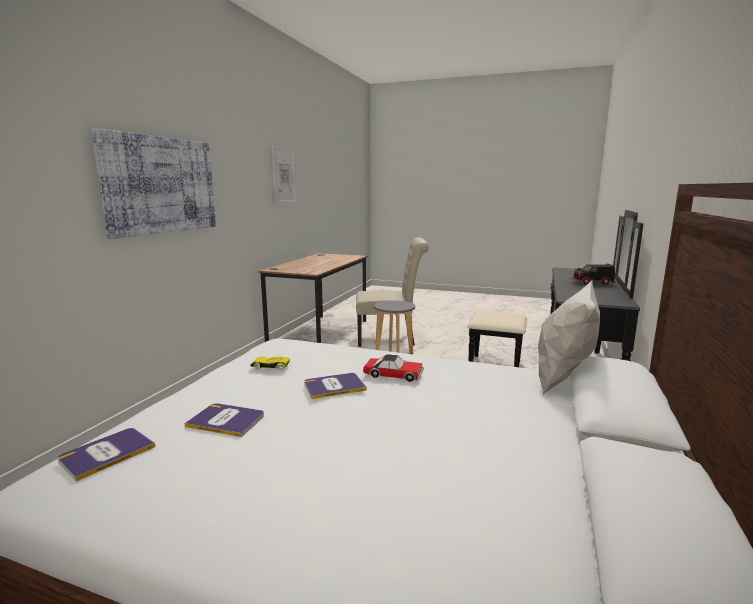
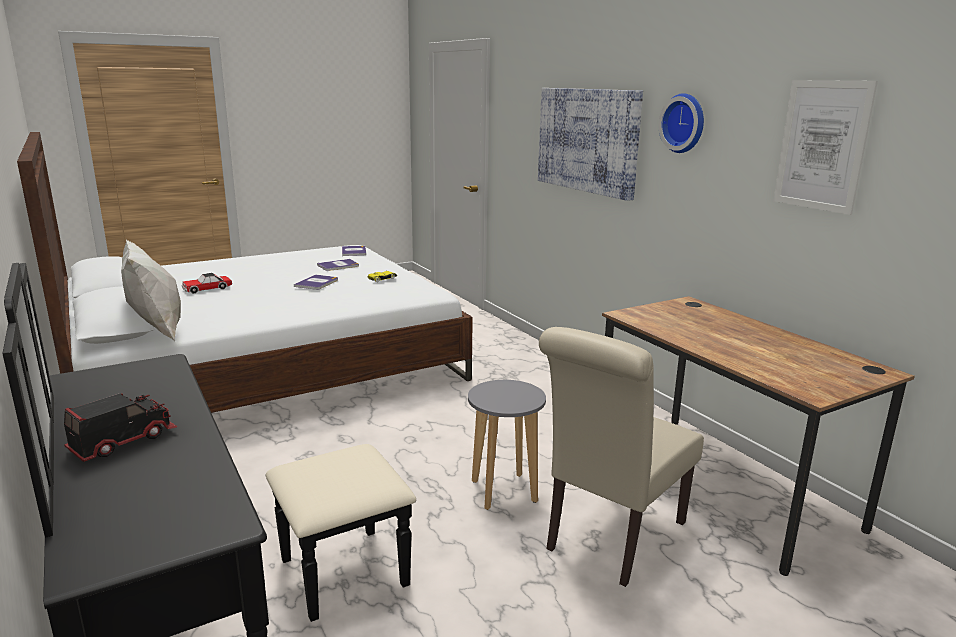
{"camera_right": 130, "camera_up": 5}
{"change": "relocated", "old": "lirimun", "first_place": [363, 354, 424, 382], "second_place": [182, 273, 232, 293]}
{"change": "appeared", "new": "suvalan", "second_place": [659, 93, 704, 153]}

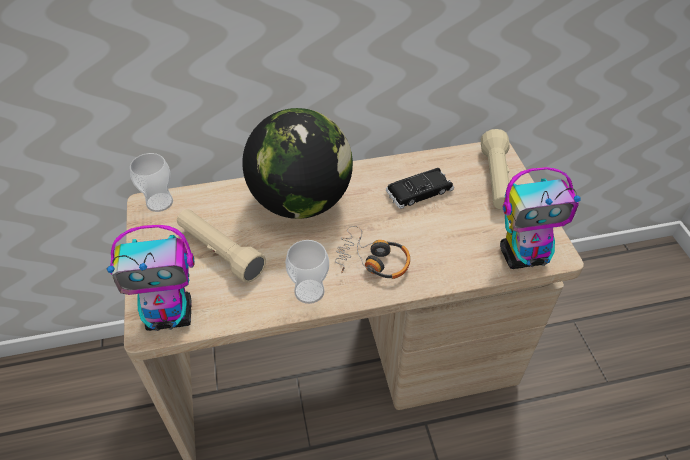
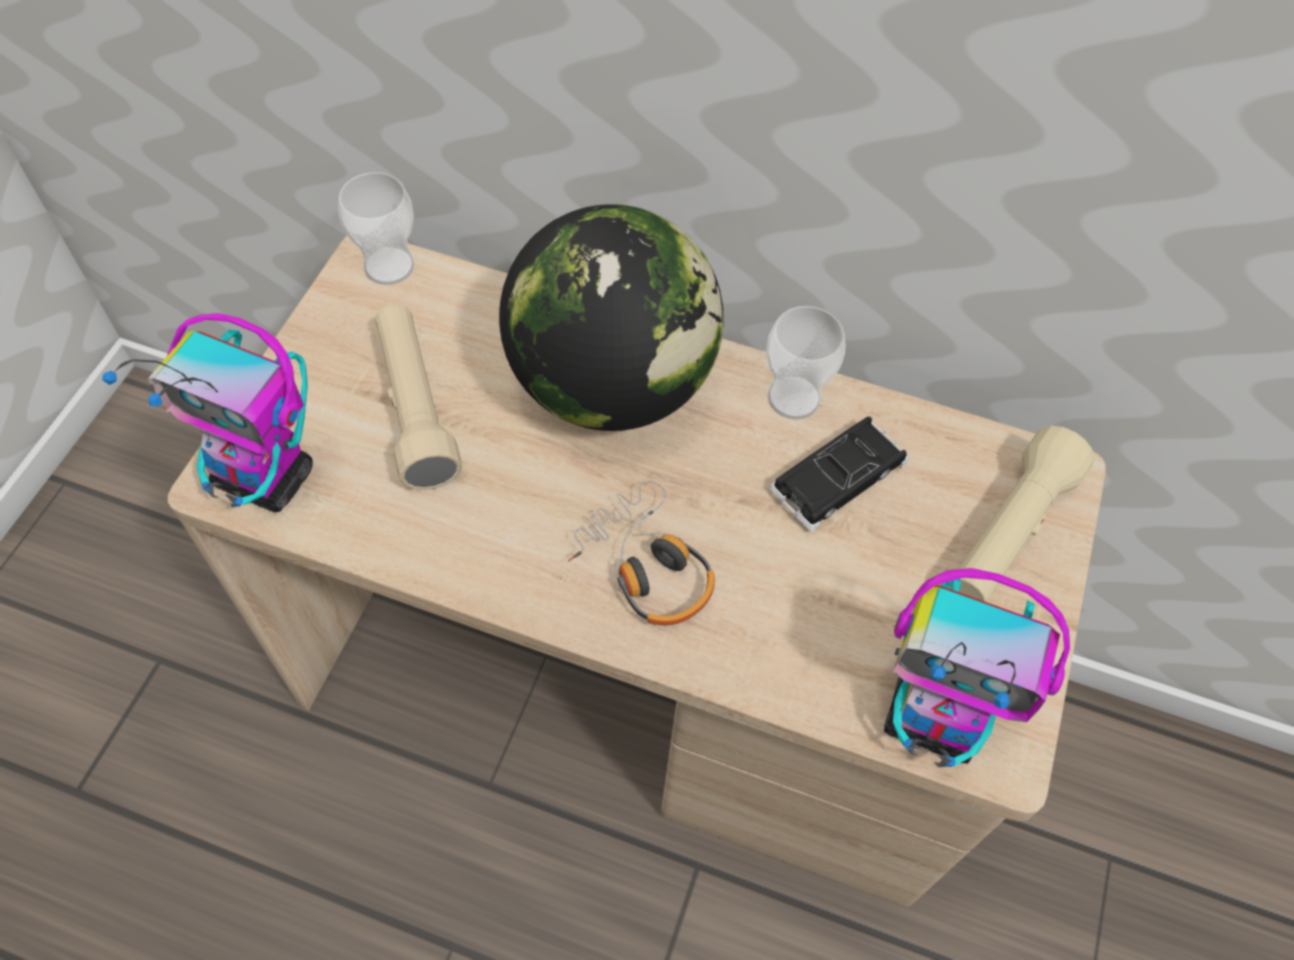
{"camera_right": 30, "camera_up": 10}
{"change": "relocated", "old": "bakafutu", "first_place": [285, 240, 329, 304], "second_place": [766, 306, 845, 420]}
{"change": "spun", "old": "lirimun (black)", "first_place": [386, 168, 454, 209], "second_place": [769, 417, 909, 531], "degrees": 135}

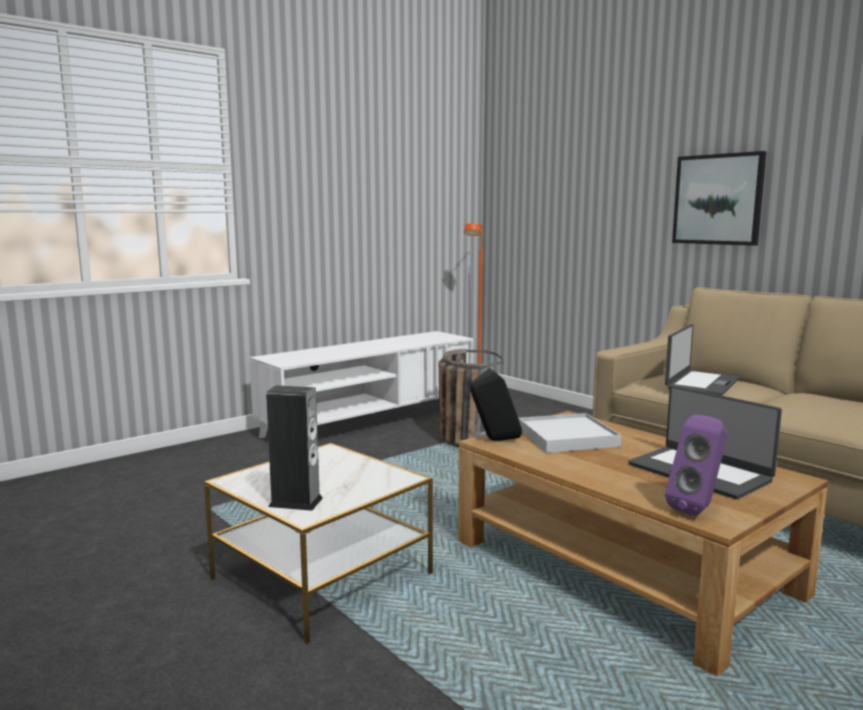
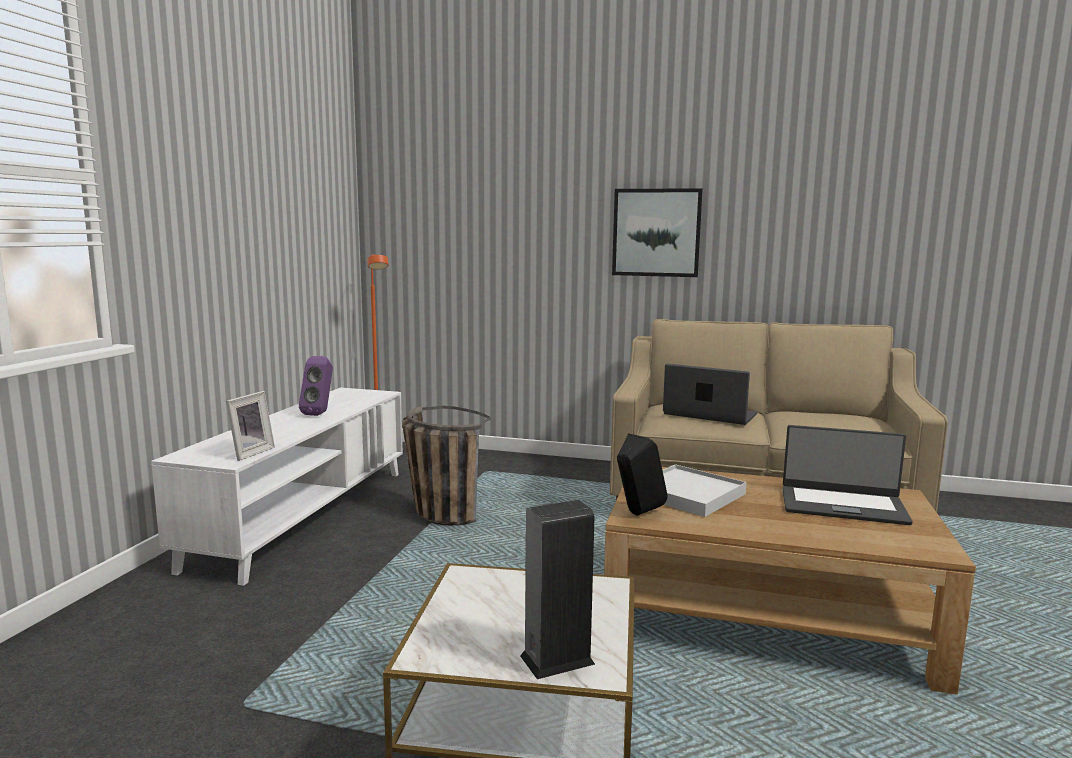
{"camera_right": -35, "camera_up": 0}
{"change": "spun", "old": "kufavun", "first_place": [665, 324, 740, 395], "second_place": [663, 363, 757, 425], "degrees": -60}
{"change": "relocated", "old": "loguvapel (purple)", "first_place": [665, 415, 728, 516], "second_place": [299, 356, 333, 416]}
{"change": "appeared", "new": "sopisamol", "second_place": [226, 391, 275, 461]}

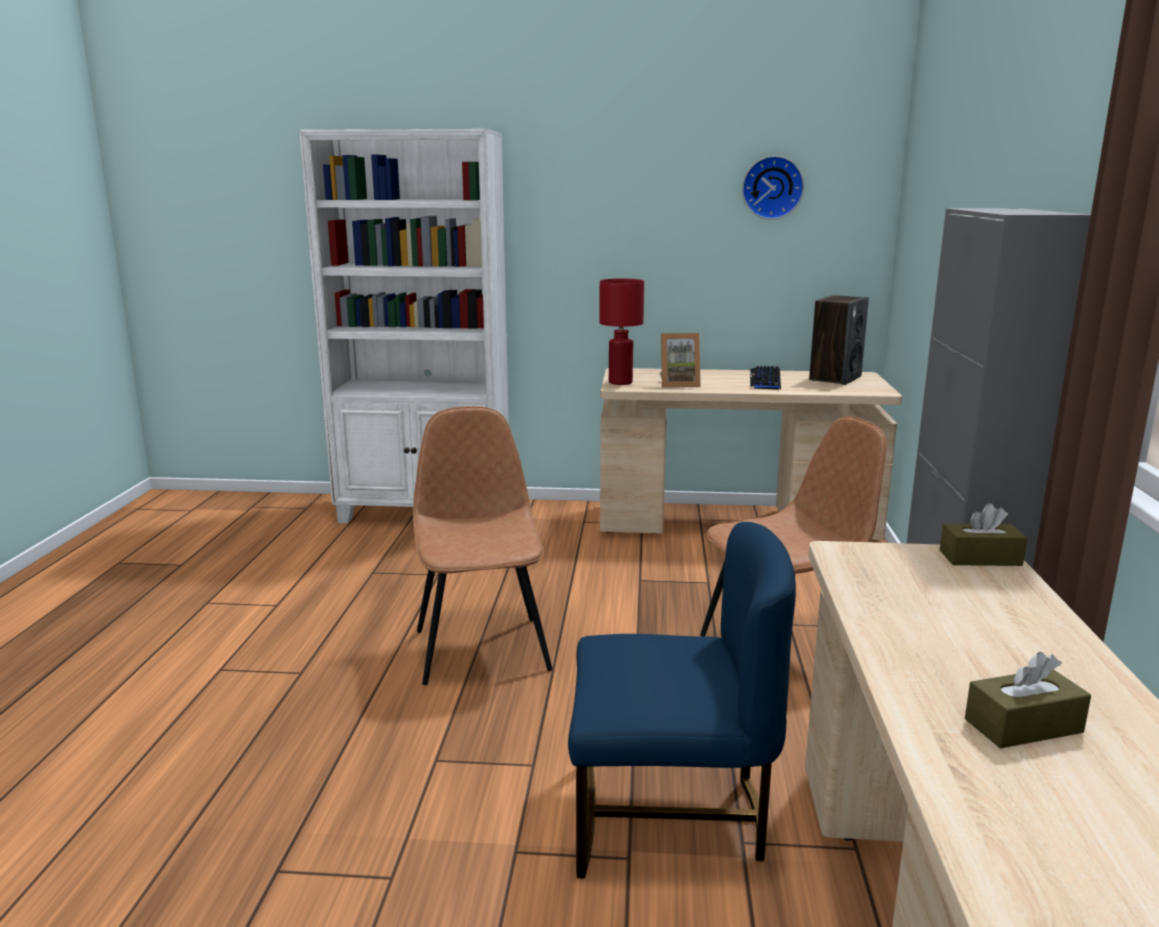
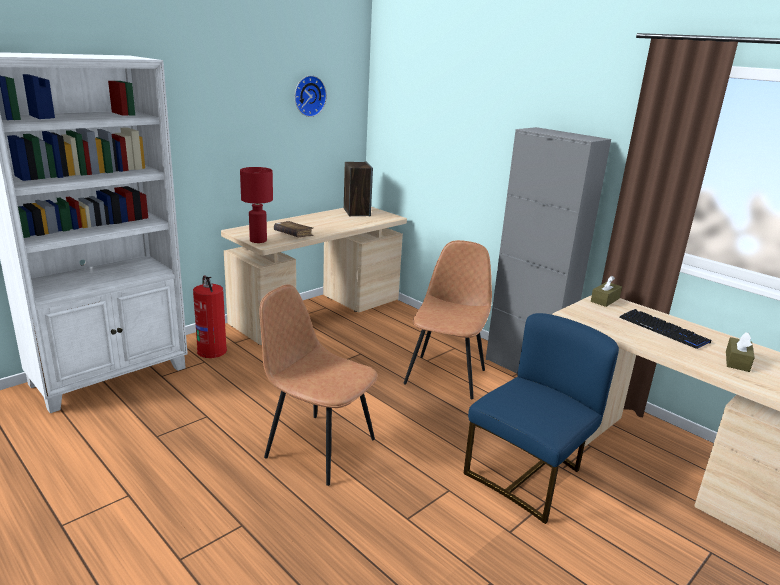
{"camera_right": -50, "camera_up": 5}
{"change": "exchanged", "old": "sopisamol", "new": "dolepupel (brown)", "first_place": [659, 333, 701, 388], "second_place": [274, 221, 314, 238]}
{"change": "relocated", "old": "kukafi", "first_place": [750, 366, 781, 390], "second_place": [619, 309, 711, 349]}
{"change": "appeared", "new": "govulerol", "second_place": [193, 275, 227, 358]}

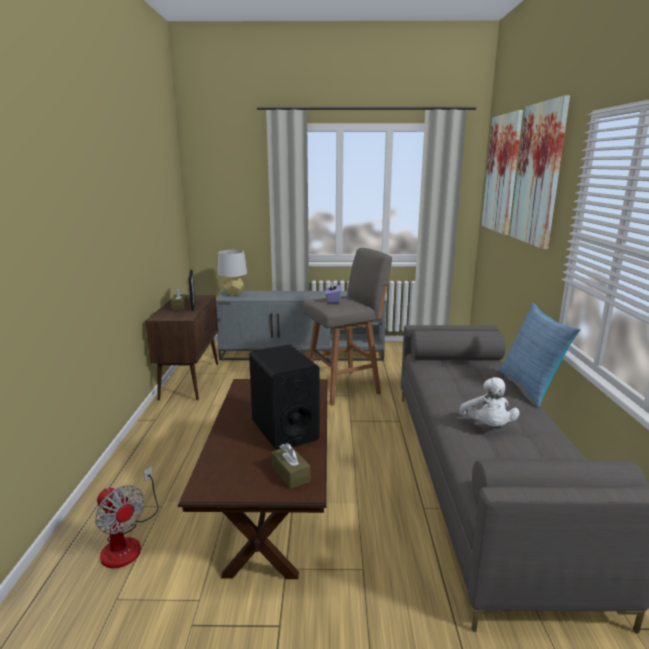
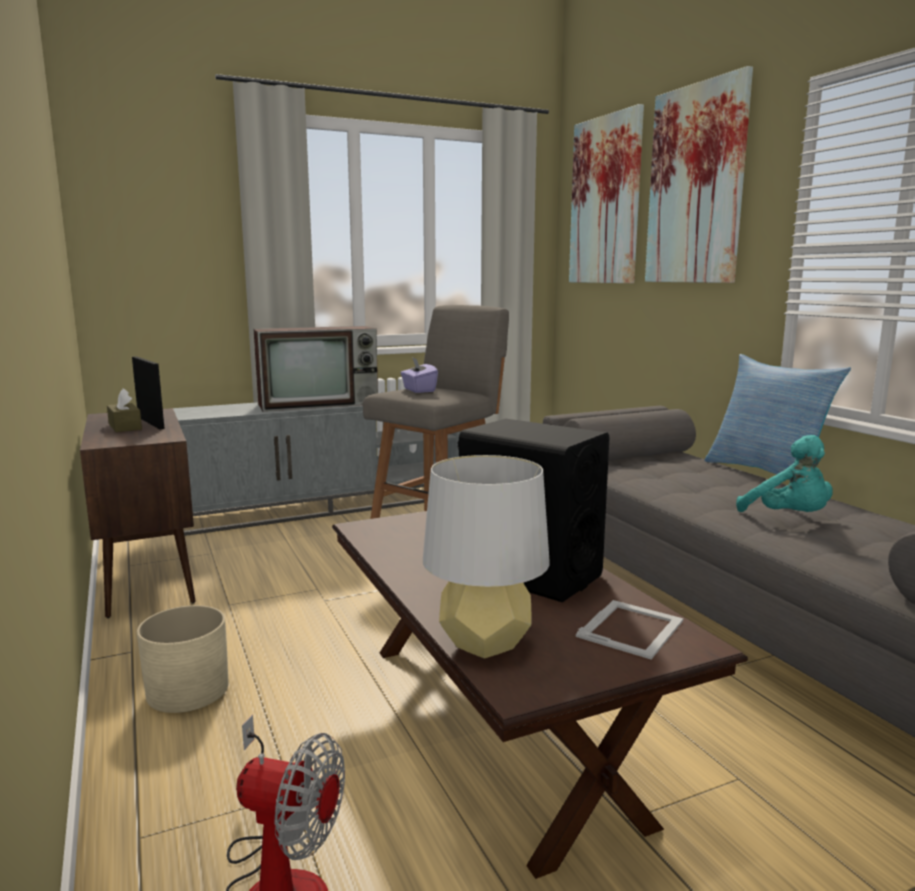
{"camera_right": -25, "camera_up": -5}
{"change": "relocated", "old": "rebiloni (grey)", "first_place": [218, 250, 247, 296], "second_place": [423, 455, 550, 659]}
{"change": "exchanged", "old": "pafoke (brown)", "new": "sopisamol", "first_place": [271, 443, 310, 489], "second_place": [576, 600, 684, 659]}
{"change": "colour", "old": "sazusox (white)", "new": "sazusox (turquoise)", "first_place": [460, 377, 520, 427], "second_place": [736, 435, 833, 512]}
{"change": "appeared", "new": "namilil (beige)", "second_place": [137, 605, 229, 713]}
{"change": "appeared", "new": "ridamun", "second_place": [254, 326, 378, 411]}

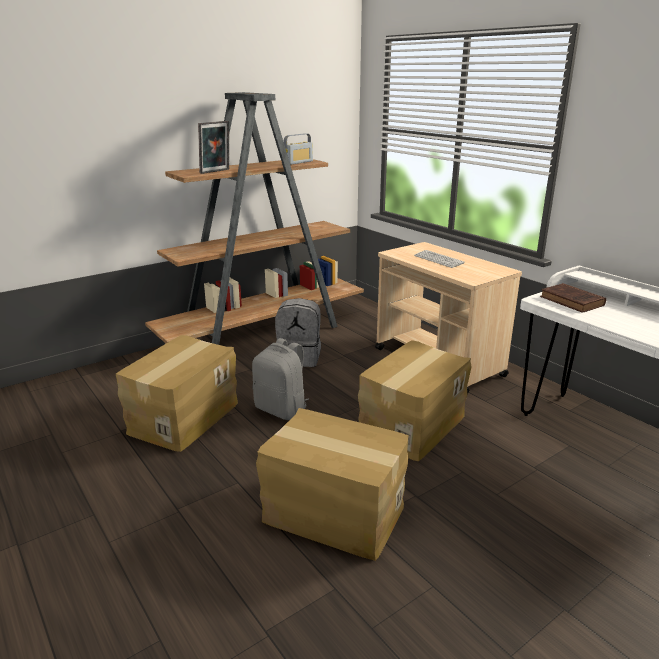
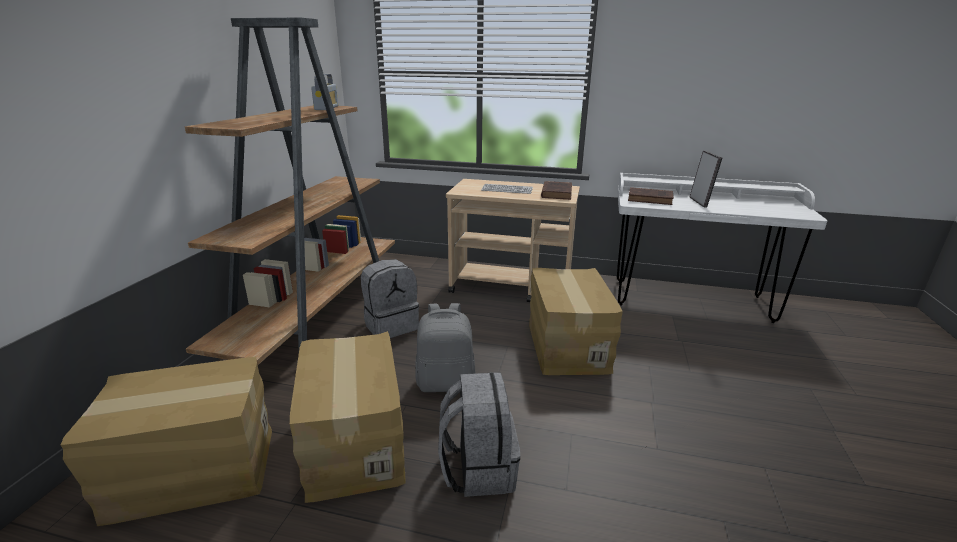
{"camera_right": -40, "camera_up": 0}
{"change": "relocated", "old": "sopisamol", "first_place": [198, 121, 229, 174], "second_place": [690, 150, 722, 208]}
{"change": "relocated", "old": "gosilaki", "first_place": [256, 408, 409, 561], "second_place": [61, 357, 272, 526]}
{"change": "appeared", "new": "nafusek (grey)", "second_place": [438, 372, 520, 497]}
{"change": "appeared", "new": "dolepupel (brown)", "second_place": [541, 181, 572, 200]}

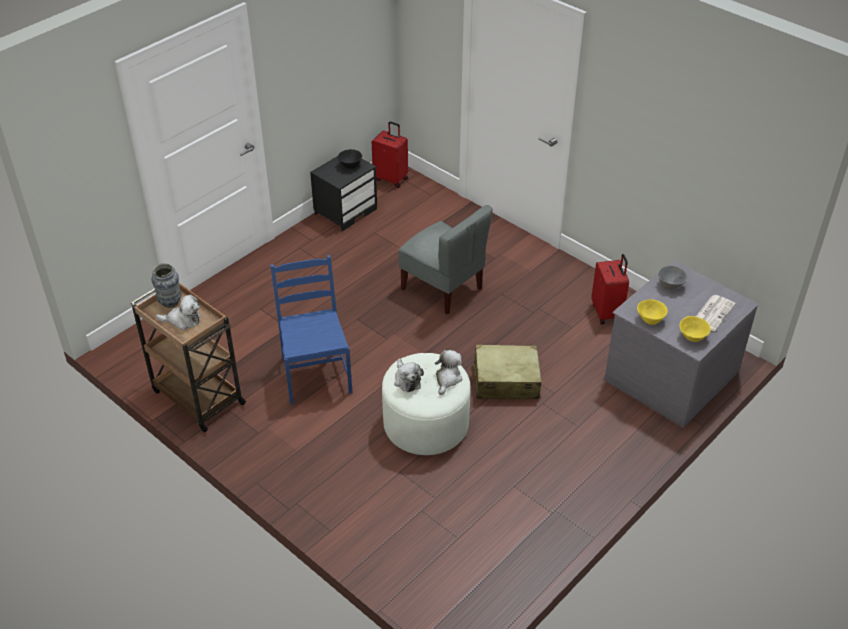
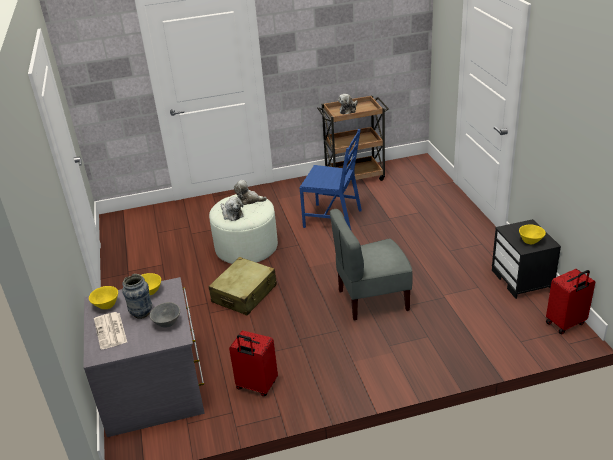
{"camera_right": 125, "camera_up": -10}
{"change": "relocated", "old": "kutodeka", "first_place": [152, 263, 181, 308], "second_place": [122, 274, 152, 319]}
{"change": "colour", "old": "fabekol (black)", "new": "fabekol (yellow)", "first_place": [338, 149, 362, 169], "second_place": [519, 224, 546, 244]}

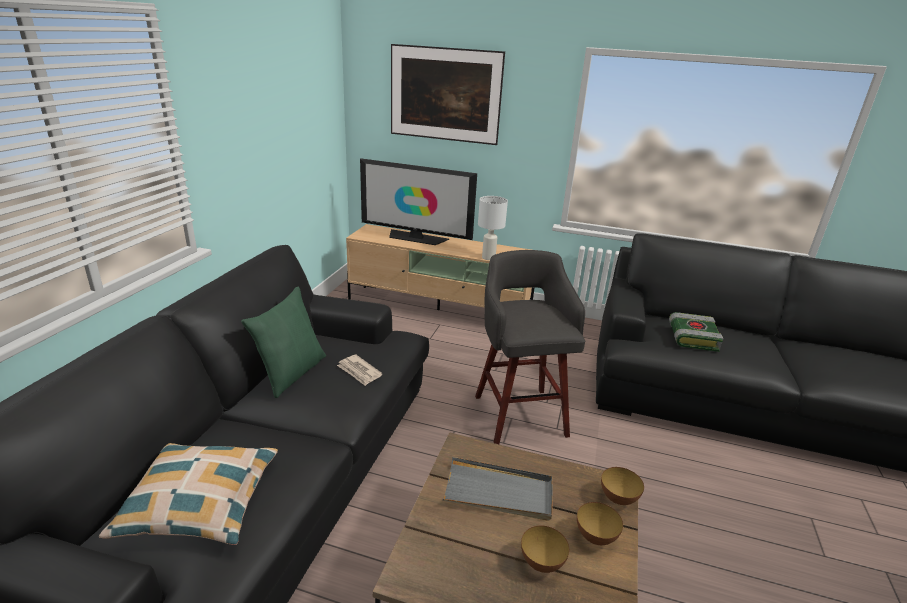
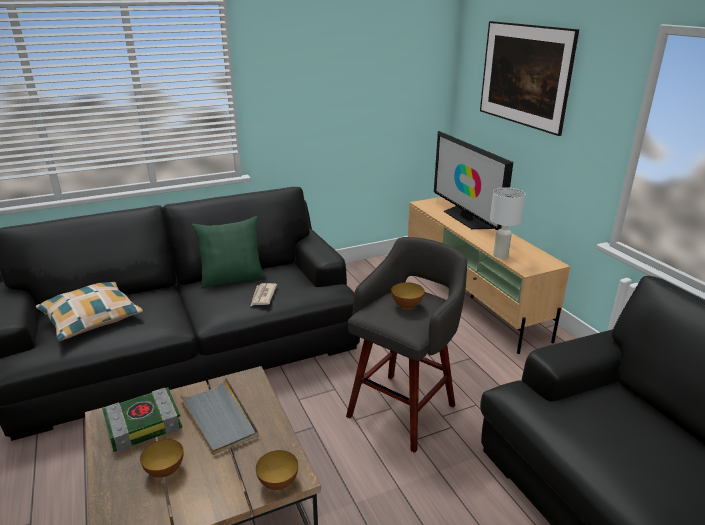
{"camera_right": 50, "camera_up": 0}
{"change": "relocated", "old": "fabekol", "first_place": [577, 502, 623, 545], "second_place": [391, 282, 425, 309]}
{"change": "relocated", "old": "dolepupel", "first_place": [669, 312, 724, 352], "second_place": [102, 387, 182, 452]}

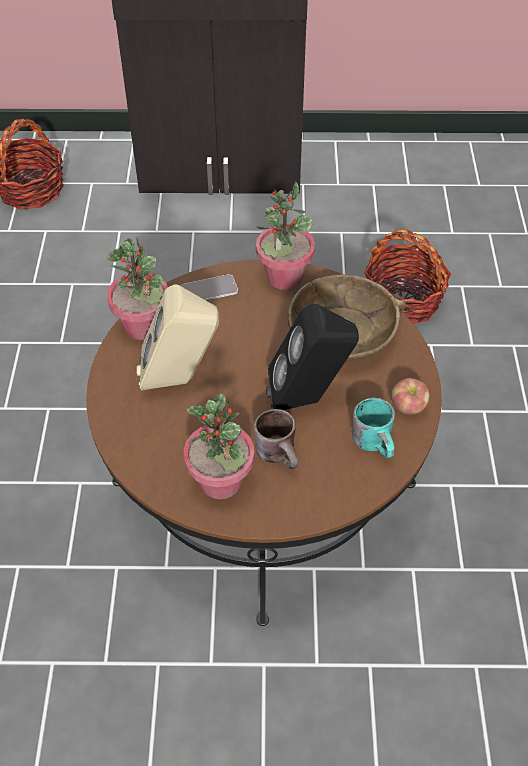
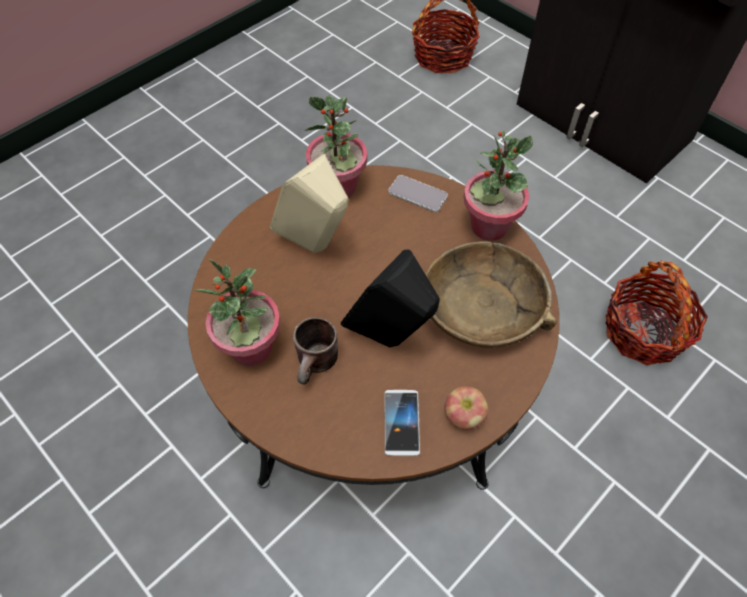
{"camera_right": 45, "camera_up": 5}
{"change": "exchanged", "old": "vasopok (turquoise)", "new": "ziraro", "first_place": [352, 398, 395, 458], "second_place": [385, 390, 420, 456]}

